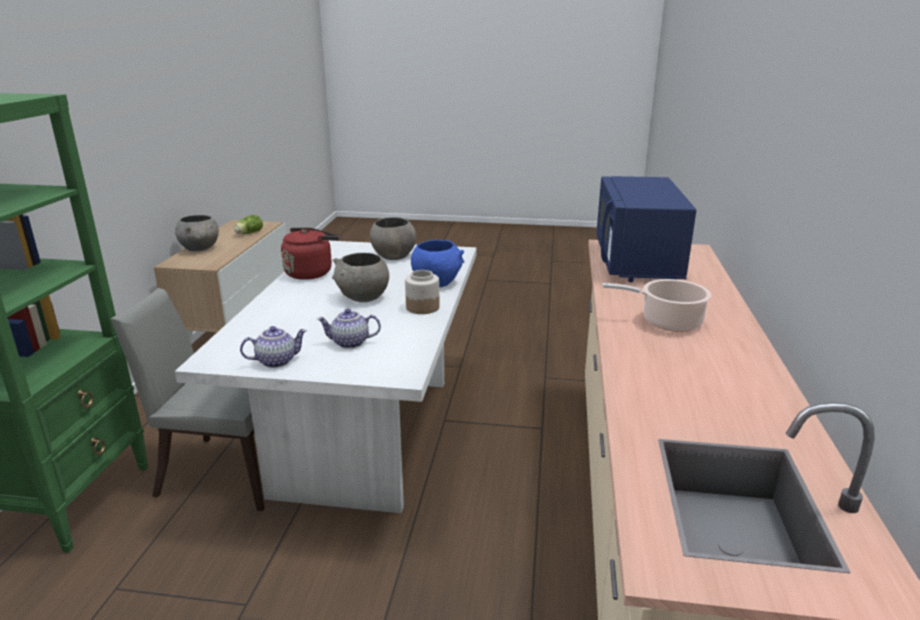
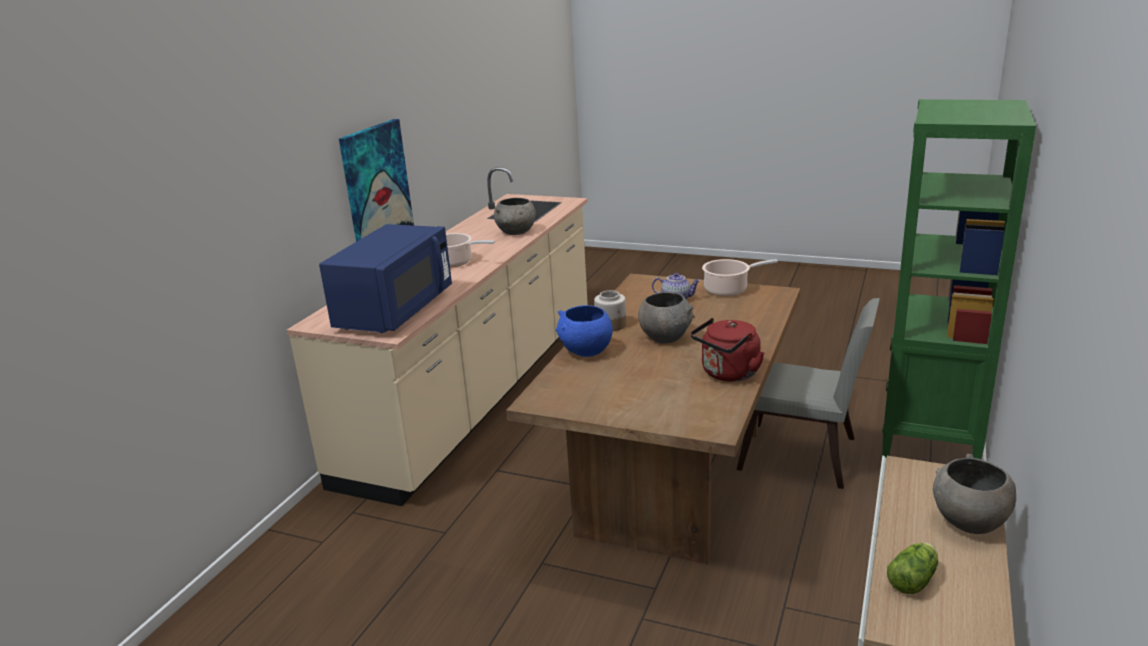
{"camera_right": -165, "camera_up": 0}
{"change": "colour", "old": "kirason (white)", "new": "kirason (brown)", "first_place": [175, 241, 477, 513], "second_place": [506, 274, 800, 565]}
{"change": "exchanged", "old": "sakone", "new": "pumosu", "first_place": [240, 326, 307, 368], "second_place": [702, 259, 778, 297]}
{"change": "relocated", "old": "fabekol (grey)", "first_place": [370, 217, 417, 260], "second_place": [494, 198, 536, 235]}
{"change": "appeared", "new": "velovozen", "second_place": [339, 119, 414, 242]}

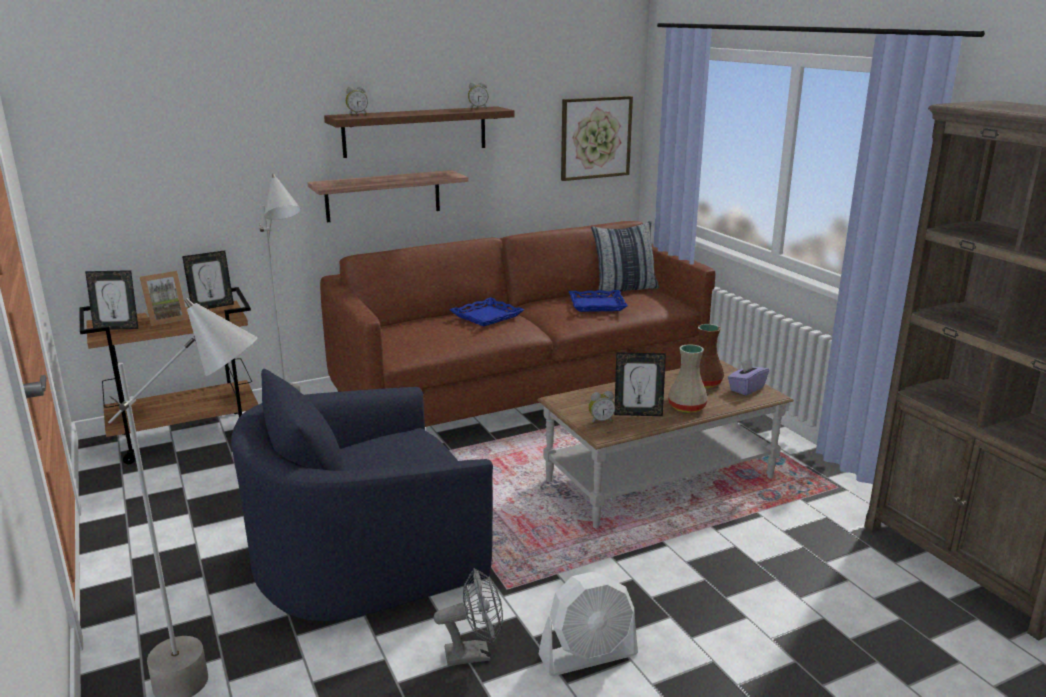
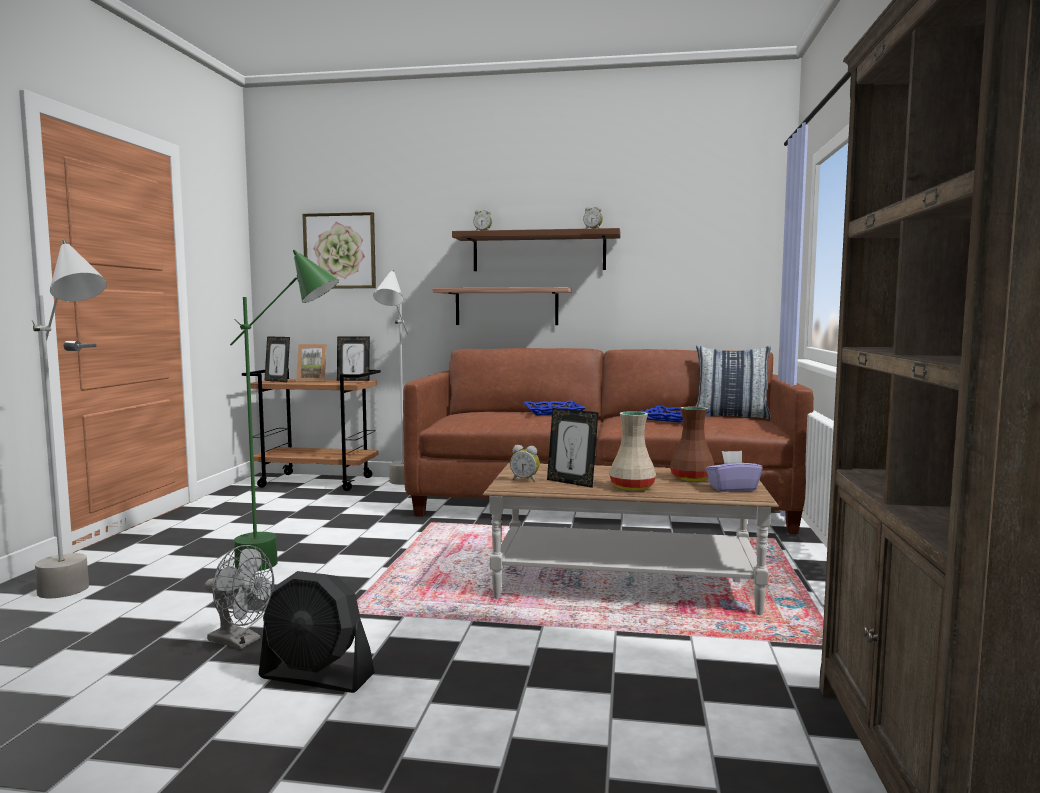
{"camera_right": 35, "camera_up": -15}
{"change": "exchanged", "old": "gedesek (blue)", "new": "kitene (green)", "first_place": [231, 369, 493, 621], "second_place": [230, 250, 339, 571]}
{"change": "colour", "old": "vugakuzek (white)", "new": "vugakuzek (black)", "first_place": [539, 572, 638, 676], "second_place": [258, 571, 375, 693]}
{"change": "relocated", "old": "velovozen", "first_place": [561, 96, 633, 181], "second_place": [302, 212, 376, 288]}

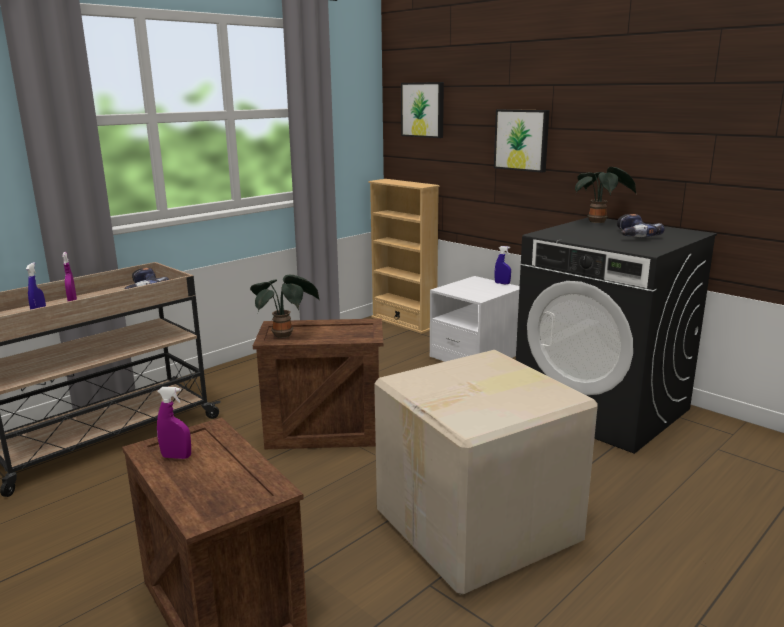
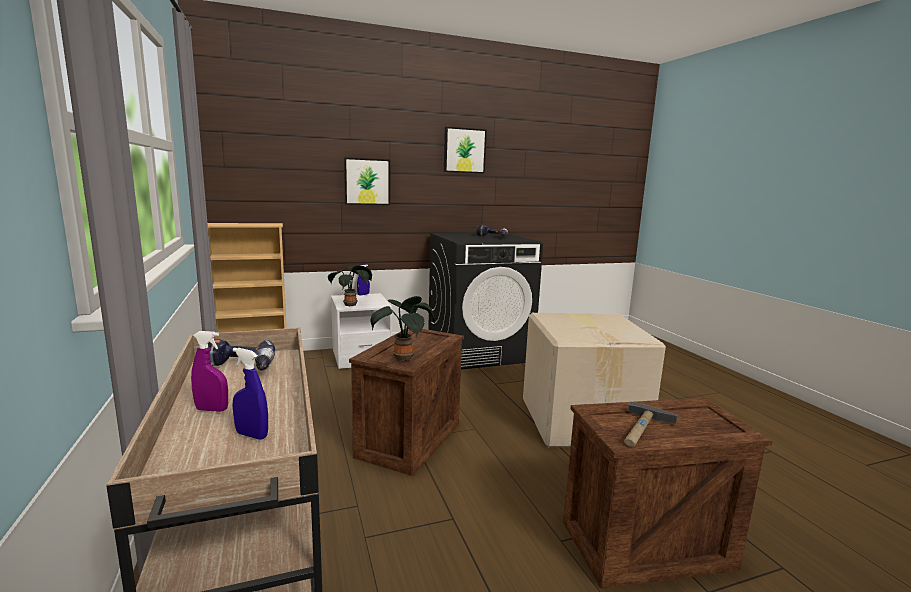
{"camera_right": -65, "camera_up": -5}
{"change": "exchanged", "old": "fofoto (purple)", "new": "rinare", "first_place": [157, 387, 191, 459], "second_place": [624, 402, 678, 447]}
{"change": "relocated", "old": "velovozen", "first_place": [401, 82, 444, 138], "second_place": [444, 127, 487, 174]}
{"change": "relocated", "old": "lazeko", "first_place": [575, 167, 636, 223], "second_place": [328, 266, 372, 306]}

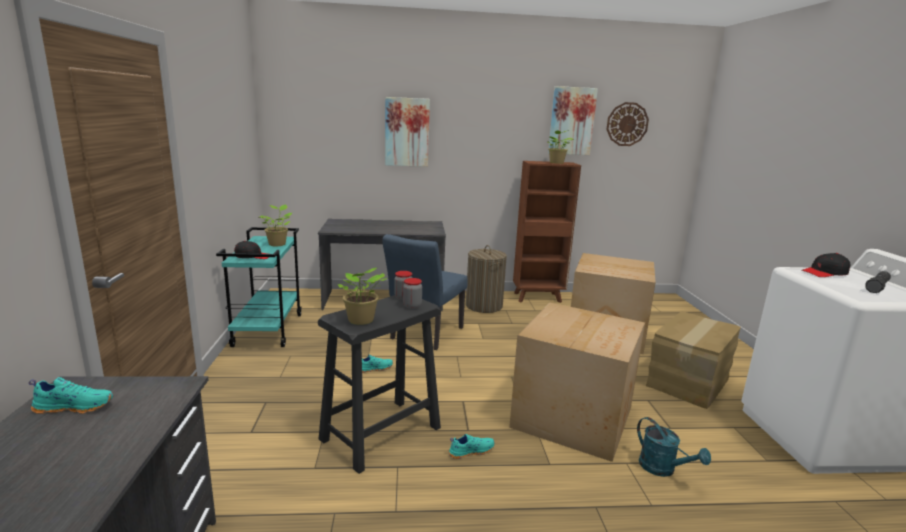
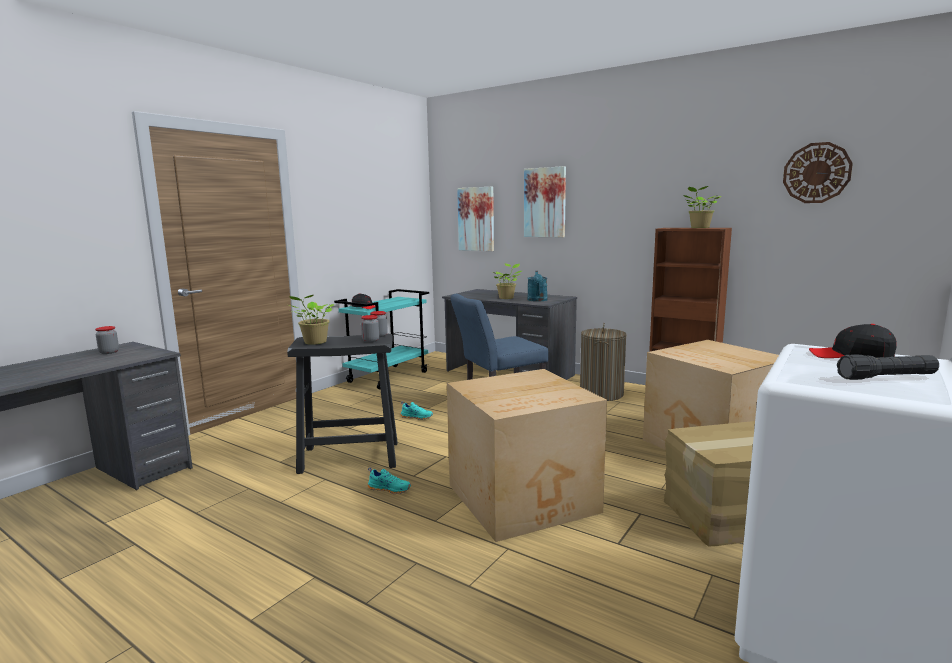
{"camera_right": 40, "camera_up": -5}
{"change": "exchanged", "old": "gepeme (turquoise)", "new": "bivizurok", "first_place": [29, 377, 114, 414], "second_place": [95, 326, 119, 354]}
{"change": "relocated", "old": "lazeko", "first_place": [259, 204, 293, 246], "second_place": [493, 263, 522, 299]}
{"change": "relocated", "old": "velovozen", "first_place": [548, 86, 598, 155], "second_place": [457, 187, 494, 251]}
{"change": "relocated", "old": "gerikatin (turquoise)", "first_place": [637, 417, 711, 477], "second_place": [527, 271, 548, 302]}

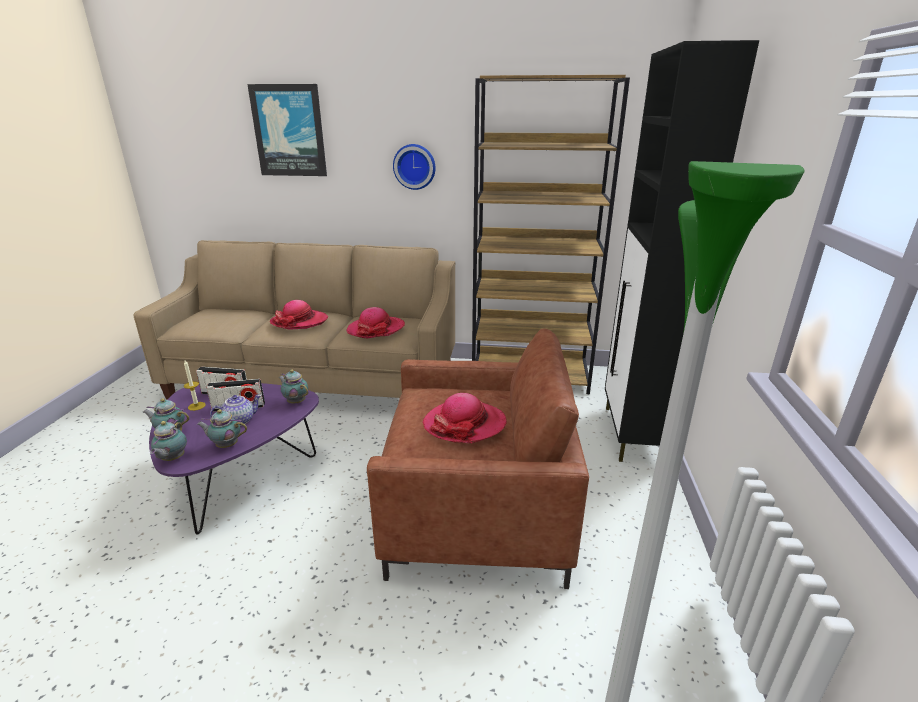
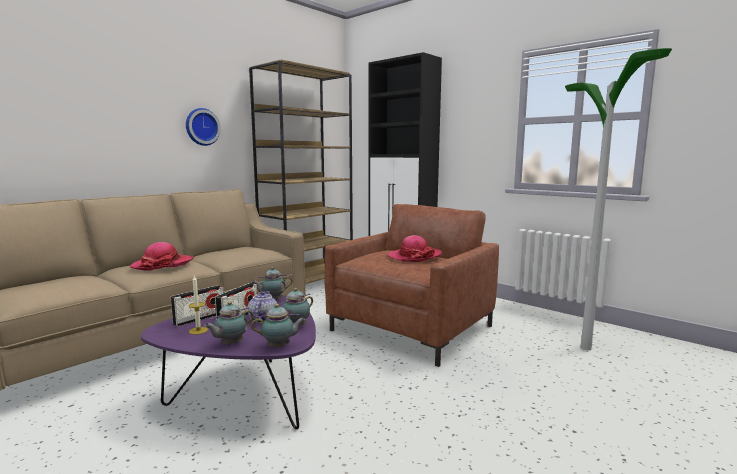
{"camera_right": -55, "camera_up": -15}
{"change": "spun", "old": "sakone", "first_place": [150, 420, 187, 461], "second_place": [251, 304, 306, 347], "degrees": -45}
{"change": "missing", "old": "velovozen", "first_place": [247, 84, 327, 176]}
{"change": "missing", "old": "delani", "first_place": [346, 307, 405, 338]}

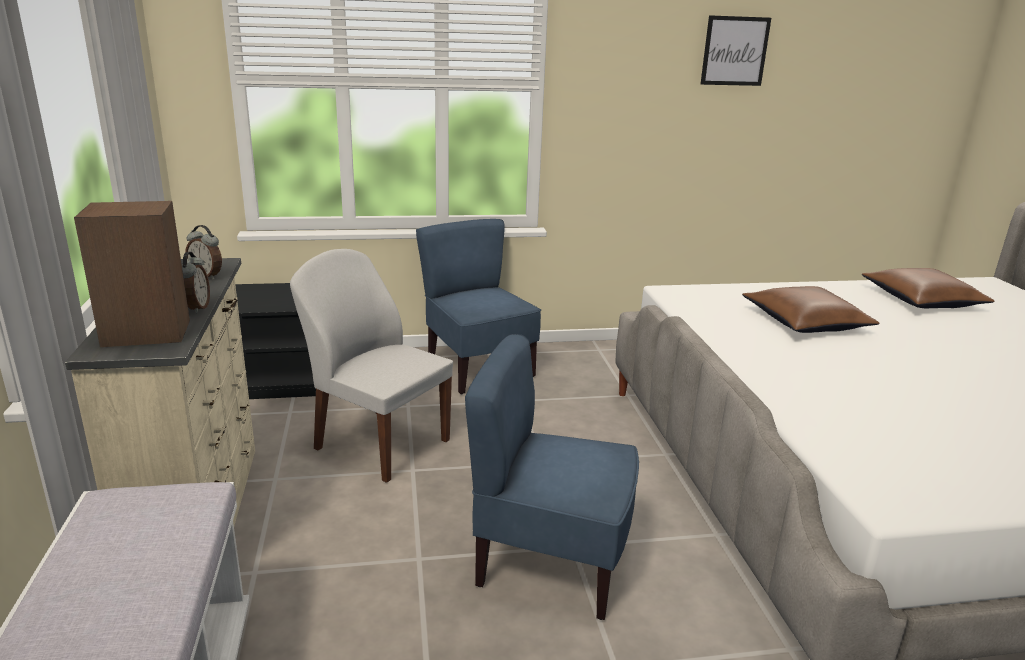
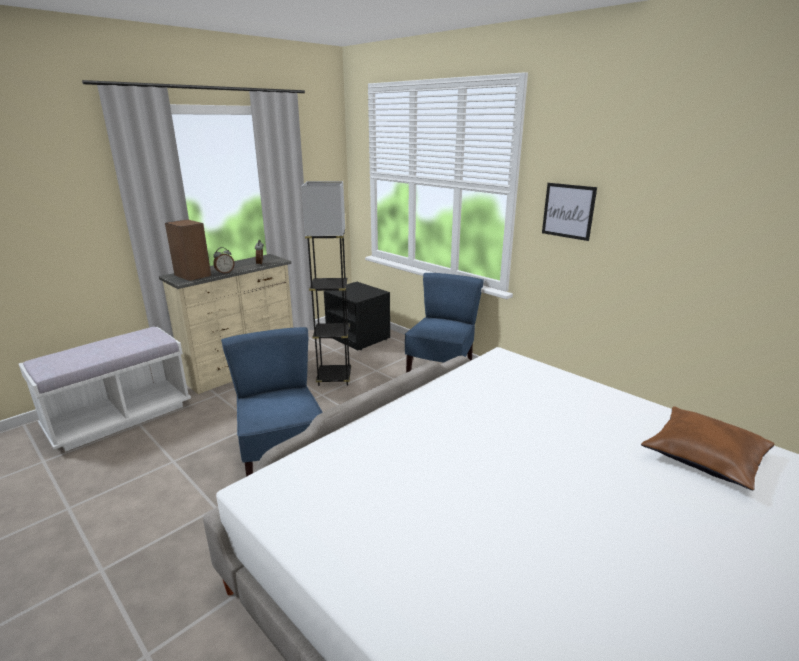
{"camera_right": 55, "camera_up": 0}
{"change": "exchanged", "old": "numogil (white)", "new": "kitene (grey)", "first_place": [290, 249, 453, 483], "second_place": [301, 181, 351, 386]}
{"change": "relocated", "old": "velovozen", "first_place": [701, 15, 771, 86], "second_place": [542, 183, 597, 241]}
{"change": "missing", "old": "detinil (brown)", "first_place": [742, 286, 879, 333]}

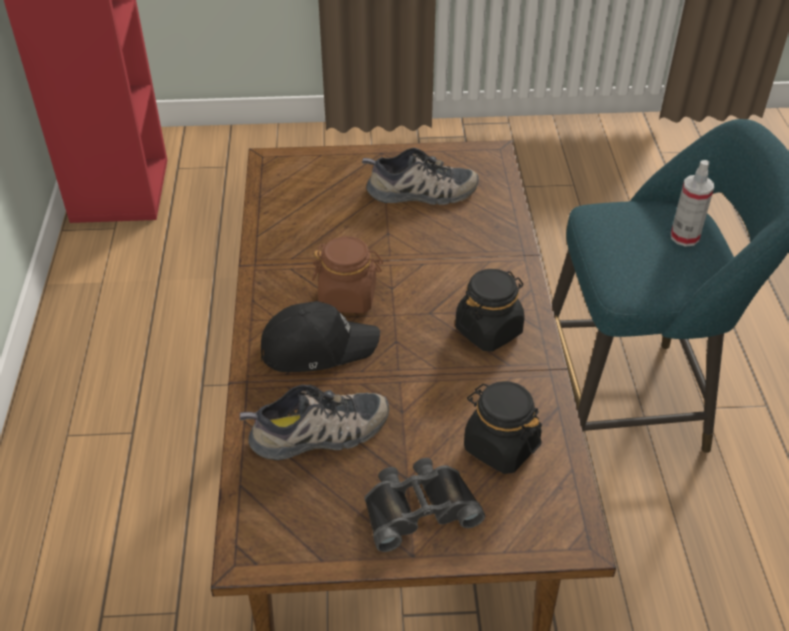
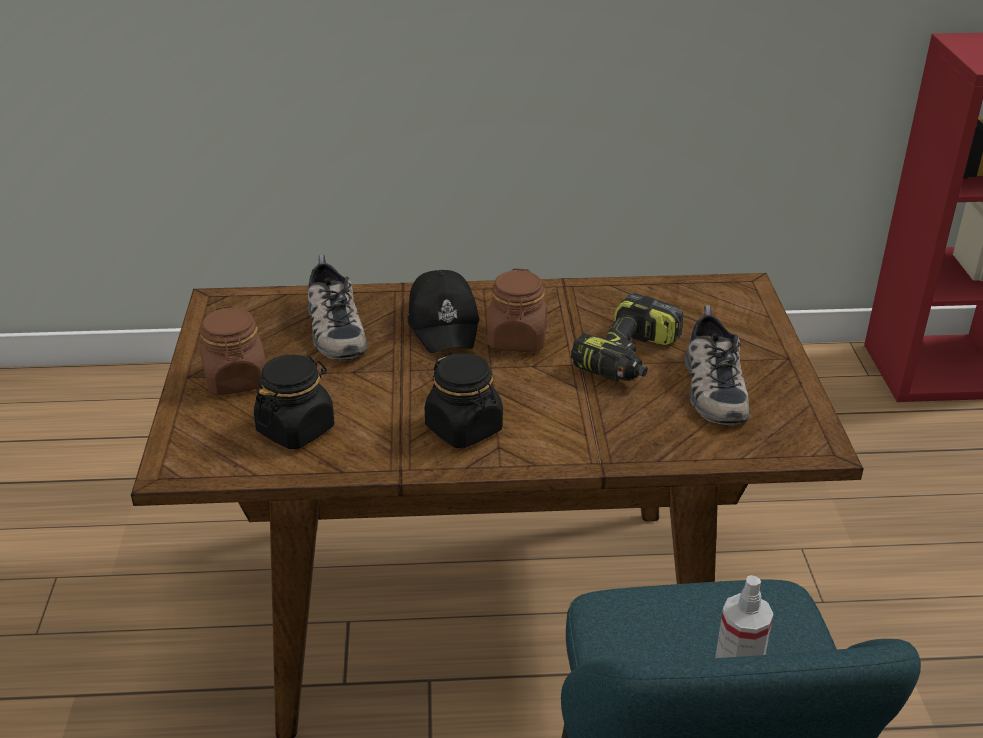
{"camera_right": 90, "camera_up": -10}
{"change": "exchanged", "old": "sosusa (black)", "new": "bivizurok (brown)", "first_place": [364, 458, 485, 552], "second_place": [200, 305, 266, 395]}
{"change": "appeared", "new": "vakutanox", "second_place": [571, 293, 683, 382]}

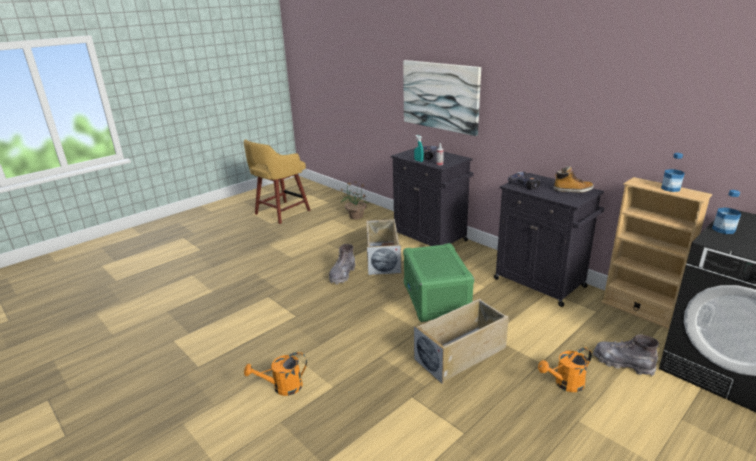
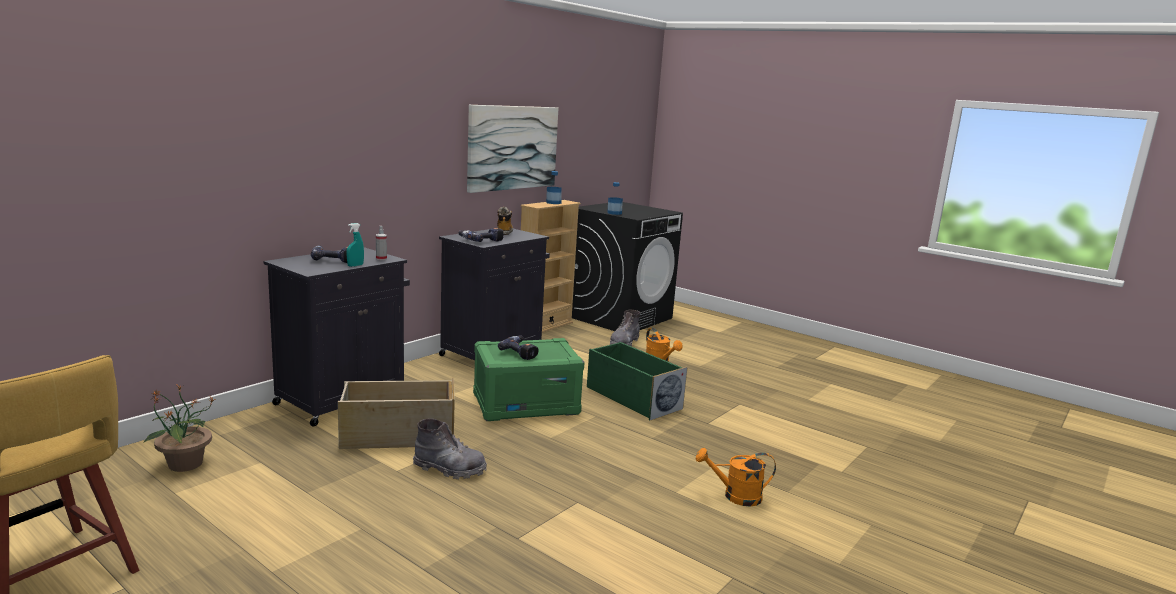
{"camera_right": -100, "camera_up": -10}
{"change": "spun", "old": "gerikatin (orange)", "first_place": [244, 352, 307, 396], "second_place": [695, 448, 776, 506], "degrees": 120}
{"change": "relocated", "old": "velovozen", "first_place": [403, 60, 481, 136], "second_place": [467, 105, 558, 193]}
{"change": "colour", "old": "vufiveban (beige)", "new": "vufiveban (green)", "first_place": [414, 299, 509, 384], "second_place": [587, 342, 687, 420]}
{"change": "appeared", "new": "vakutanox", "second_place": [498, 336, 538, 360]}

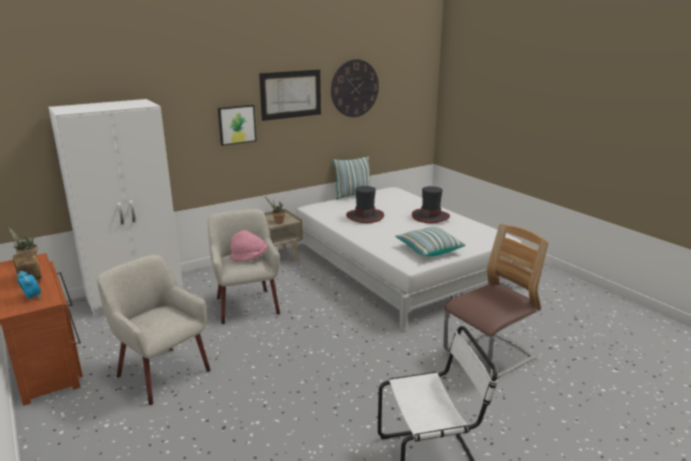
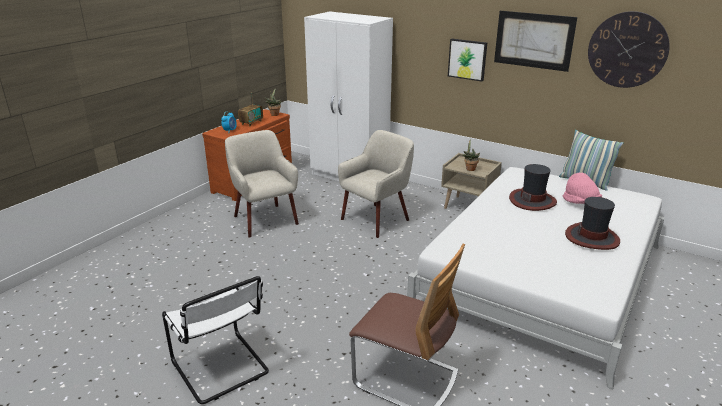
{"camera_right": 65, "camera_up": 5}
{"change": "spun", "old": "gedesek (beige)", "first_place": [97, 255, 210, 405], "second_place": [225, 130, 299, 238], "degrees": -45}
{"change": "relocated", "old": "delani (pink)", "first_place": [230, 230, 267, 262], "second_place": [563, 173, 602, 204]}
{"change": "missing", "old": "detinil", "first_place": [395, 227, 465, 256]}

